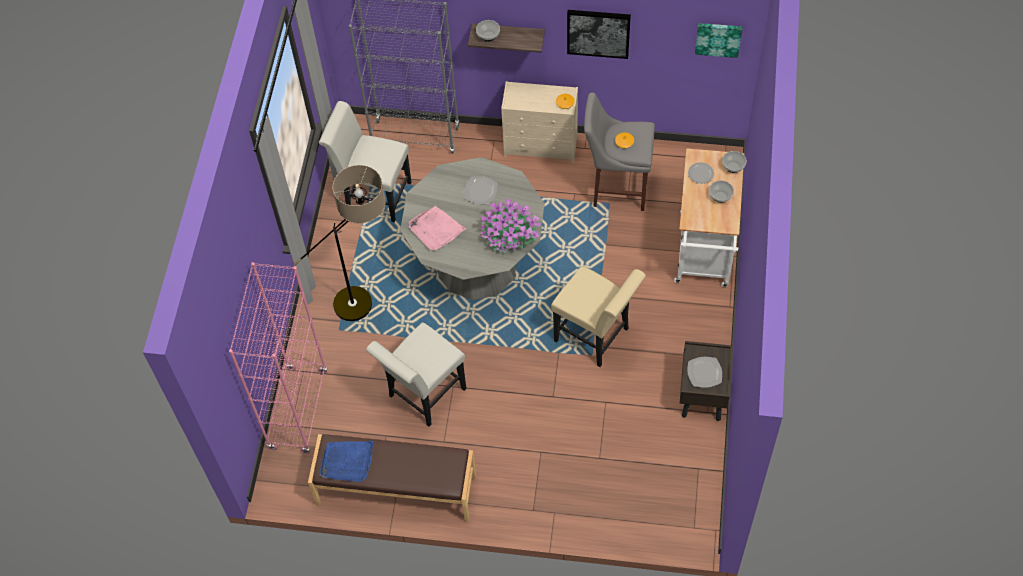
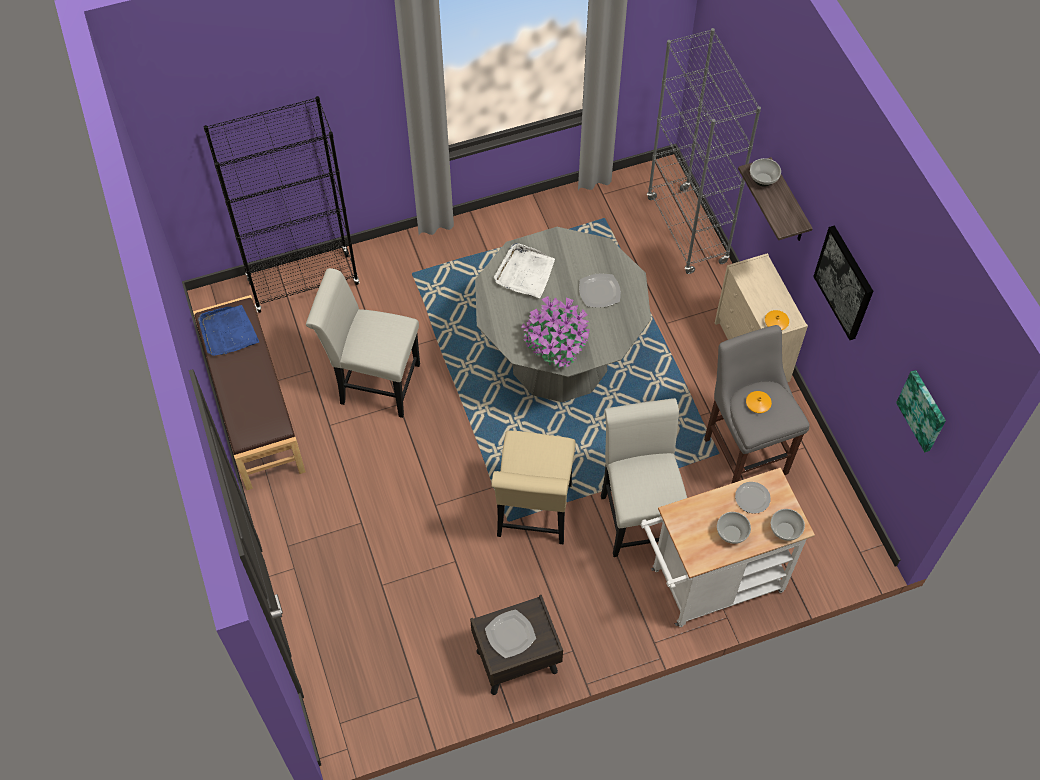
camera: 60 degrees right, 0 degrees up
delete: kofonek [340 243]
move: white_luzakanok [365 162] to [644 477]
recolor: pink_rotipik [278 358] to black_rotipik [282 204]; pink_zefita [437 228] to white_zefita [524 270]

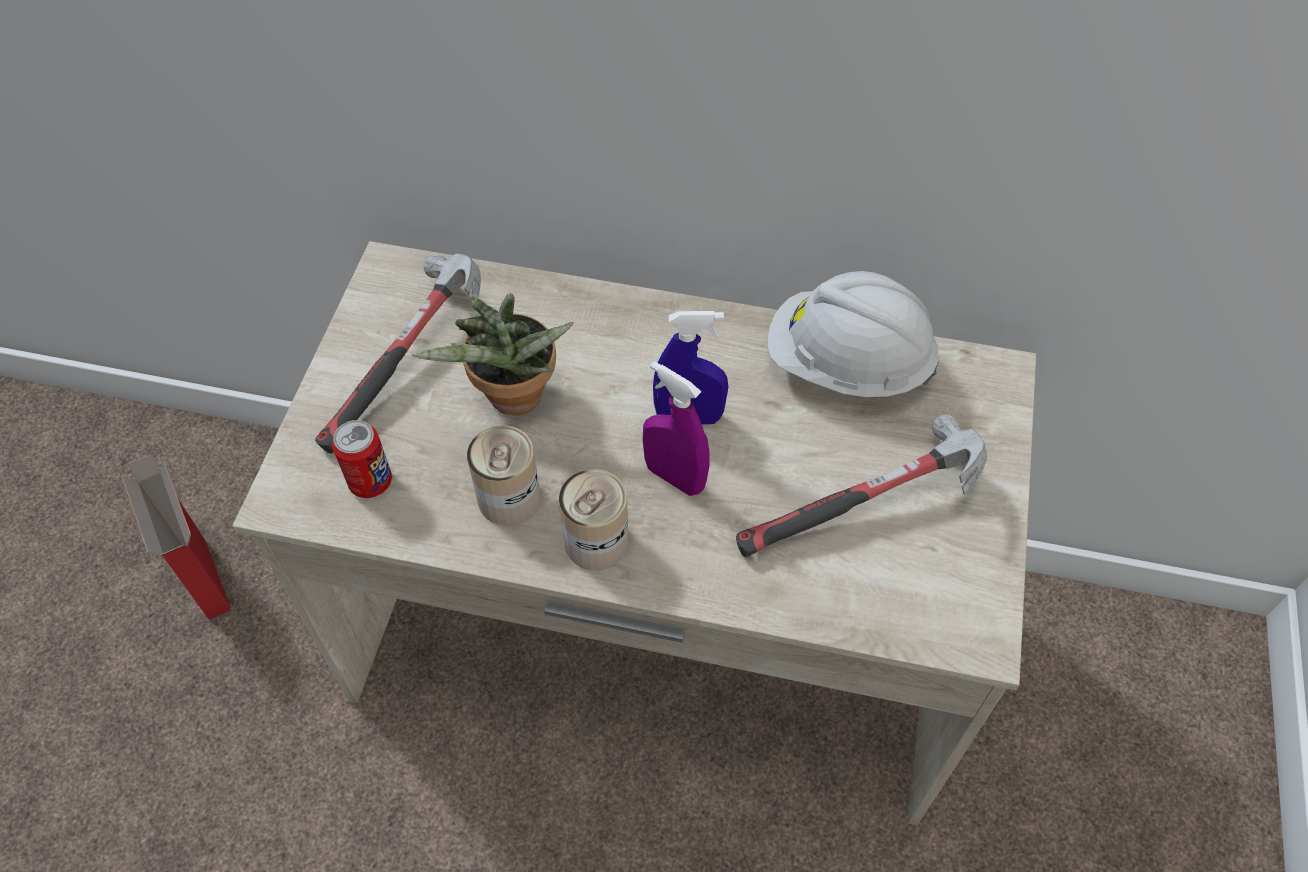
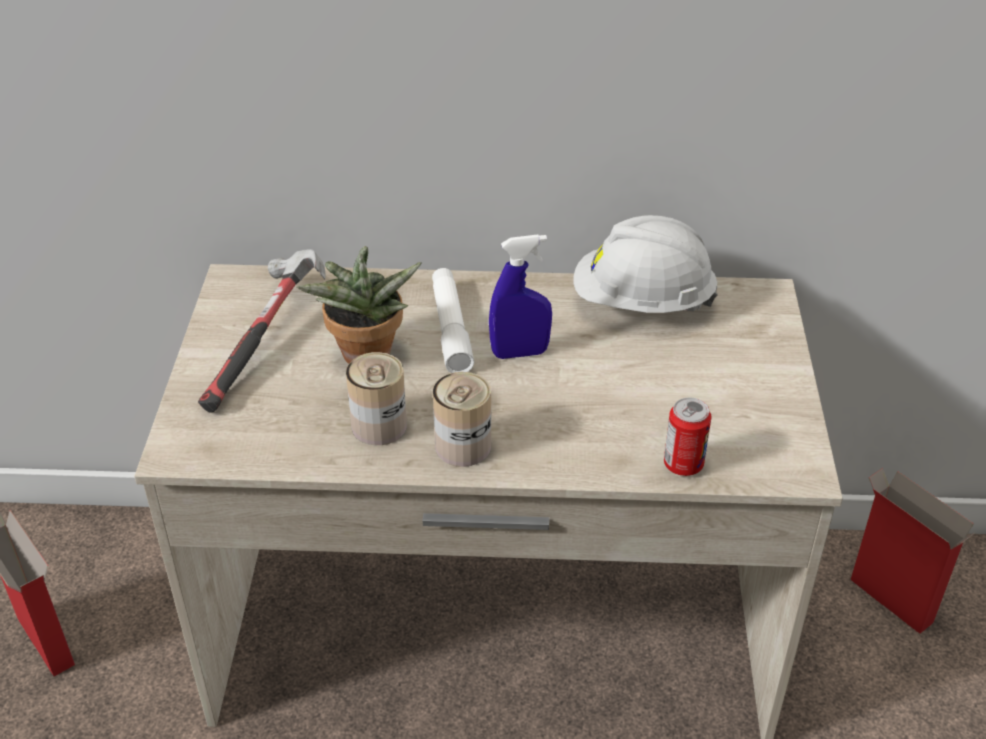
camera: 10 degrees left, 15 degrees down
delete: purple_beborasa [676 428]; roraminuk [861 485]
insert: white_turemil [453 320]; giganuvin [913 551]
move: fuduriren [362 459] to [687 437]

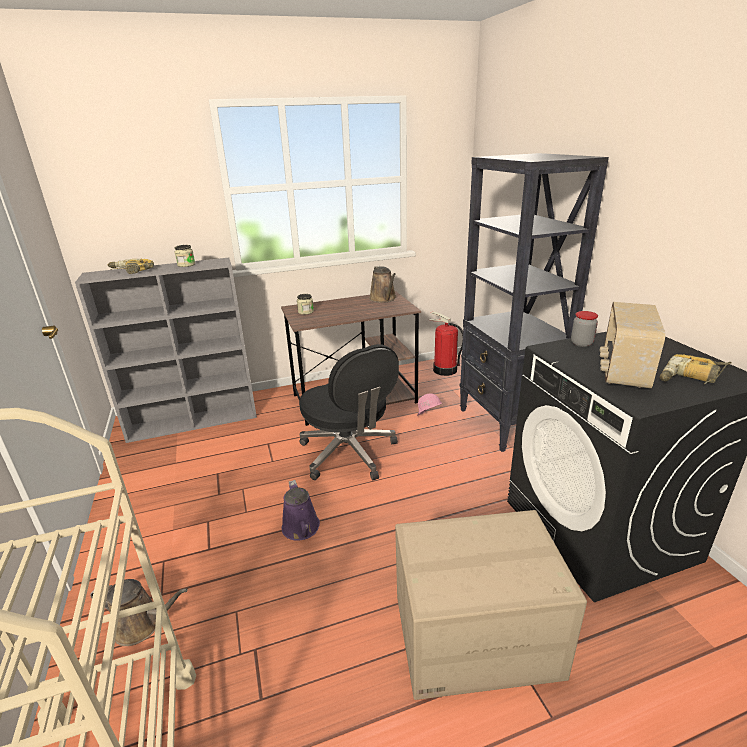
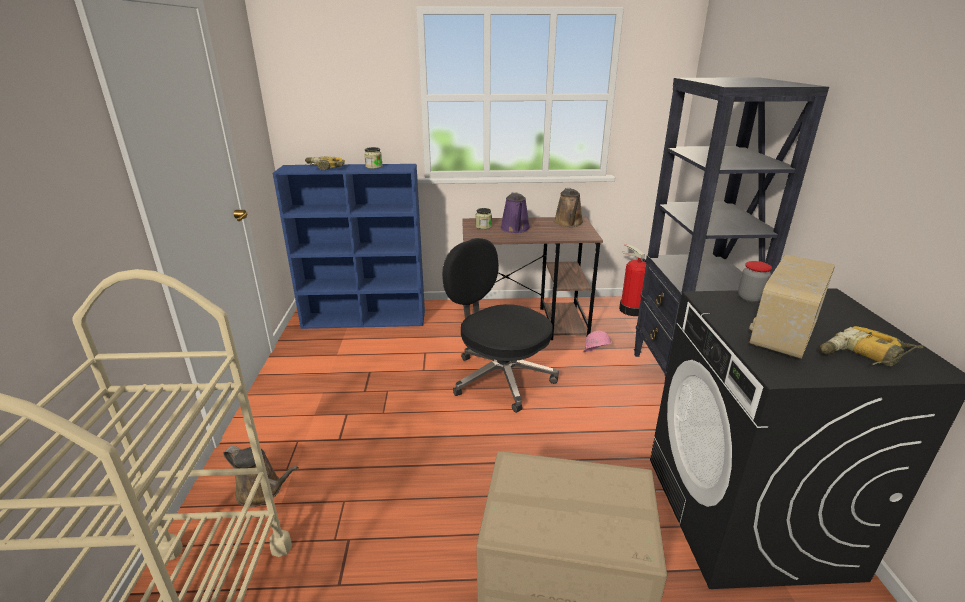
camera: 15 degrees right, 0 degrees up
move: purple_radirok [301 510] to [515 212]
recolor: grey_rotipik [166 350] to blue_rotipik [349 246]
rotate: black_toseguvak [349 412] = [500 325] 150 degrees clockwise

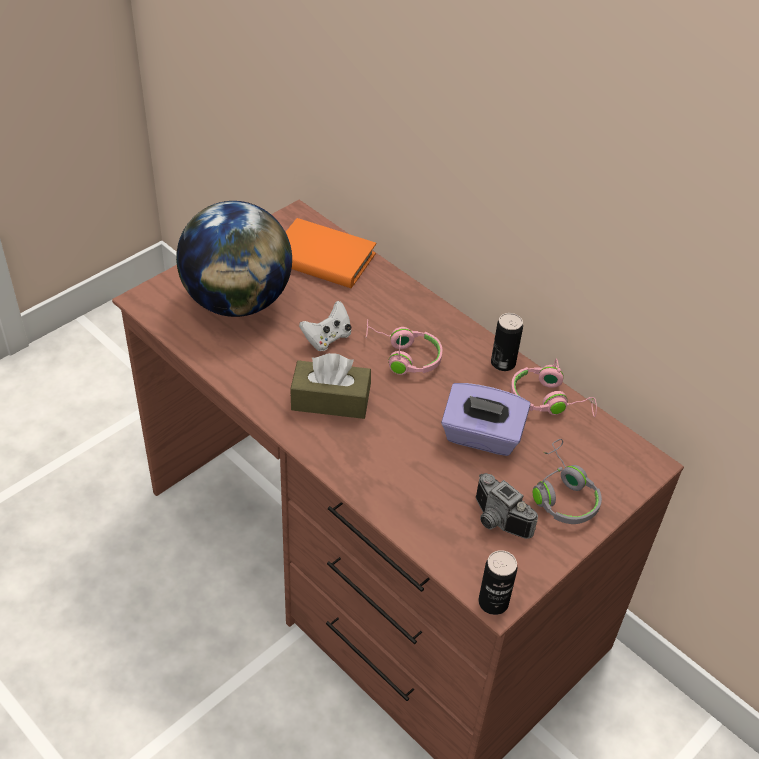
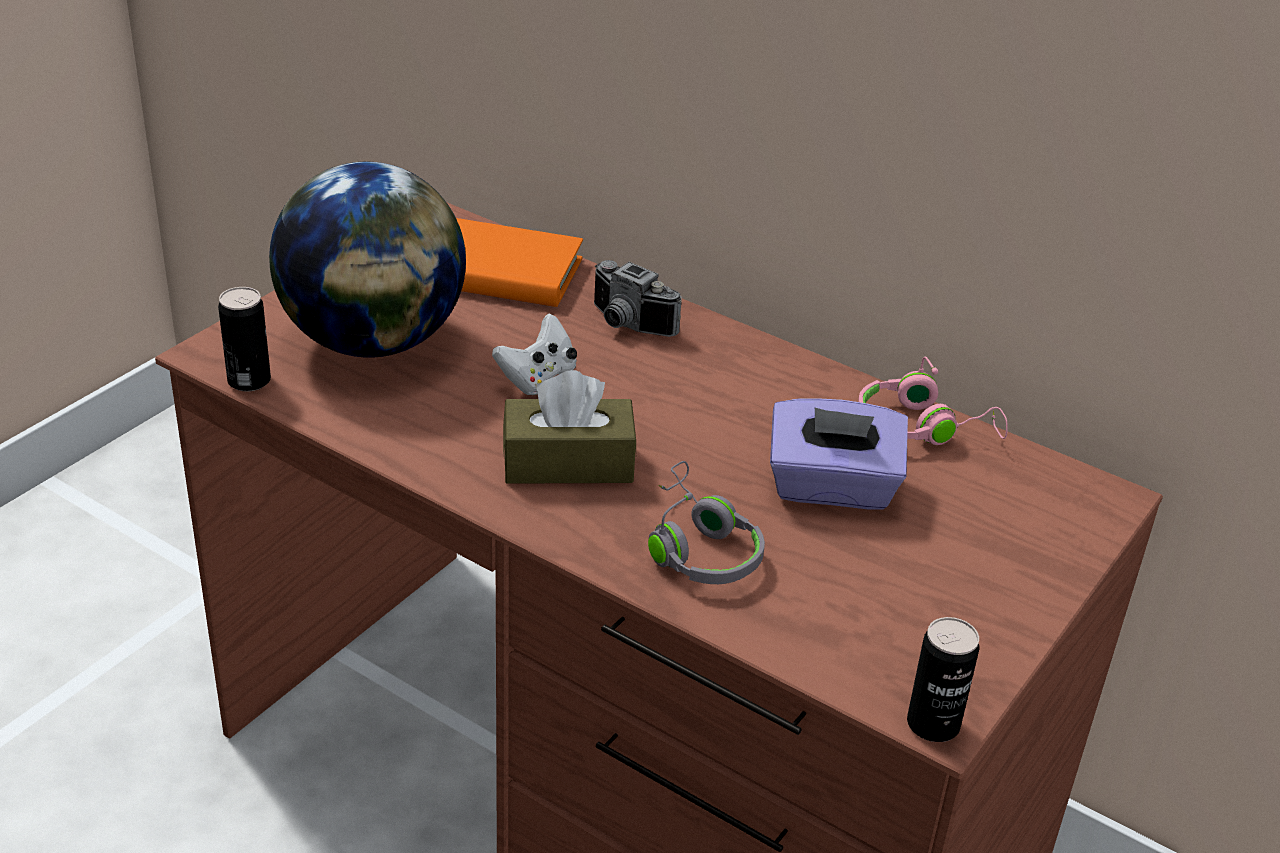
camera: 10 degrees left, 10 degrees down
delete: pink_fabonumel [403 347]
move: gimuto [507 506] to [638 298]; fuduriren [507 342] to [244 339]; grey_fabonumel [567 481] to [706 522]

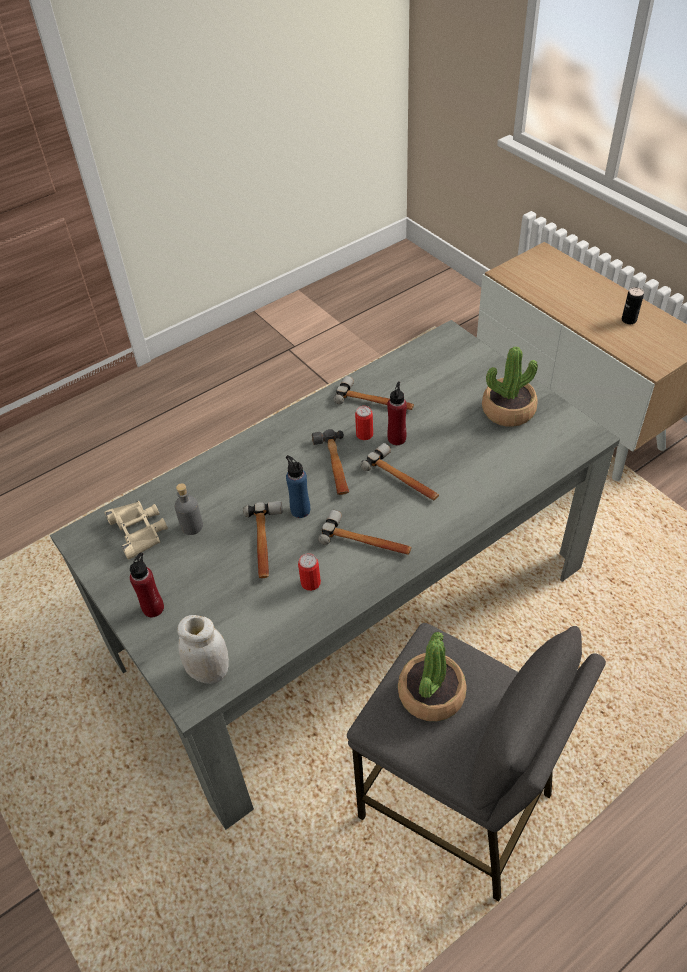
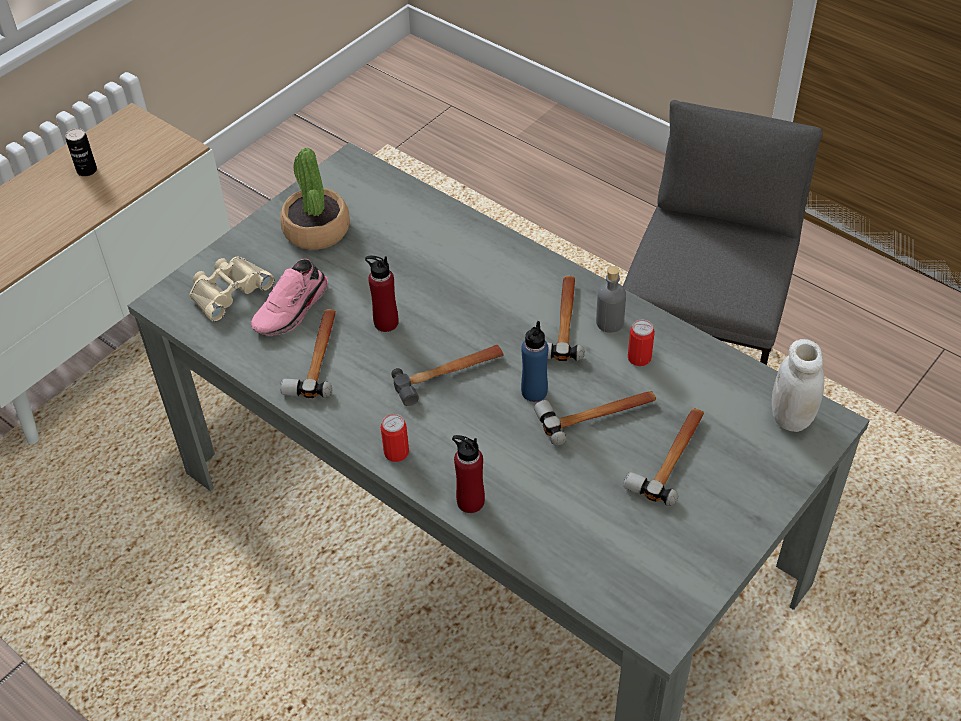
camera: 105 degrees left, 0 degrees up
delete: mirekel [432 676]
insert: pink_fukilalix [289 297]
move: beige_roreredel [136 530] to [232 289]; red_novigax [147 585] to [468 474]; grey_novigax [189 509] to [611 299]; fuduriren [364 423] to [395 438]; roraminuk [399 471] to [663 457]

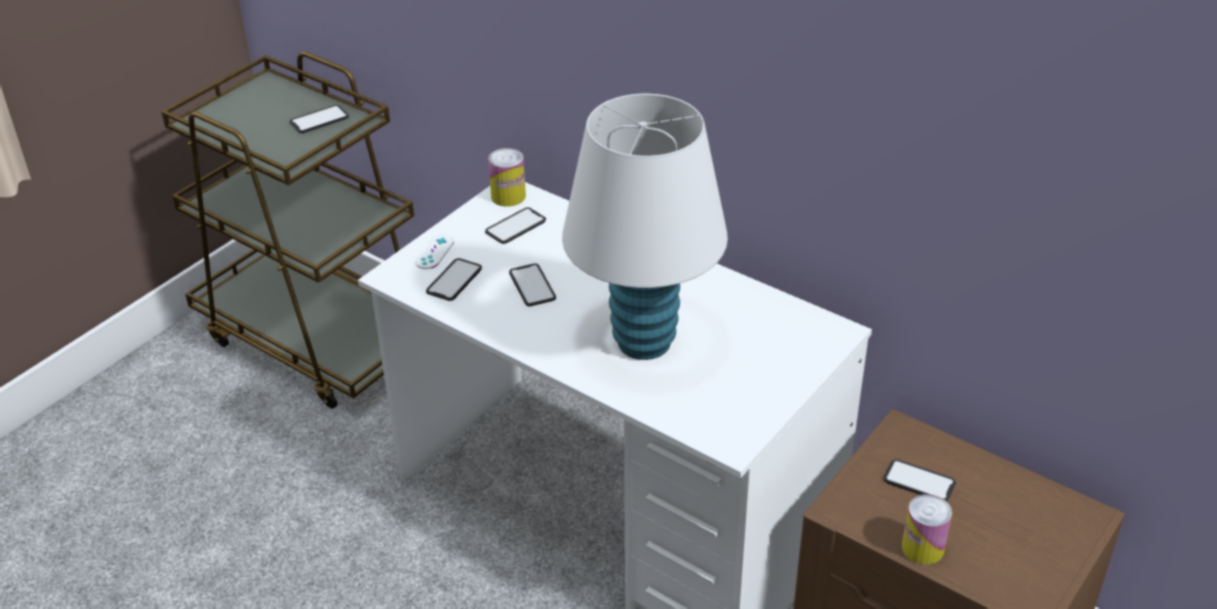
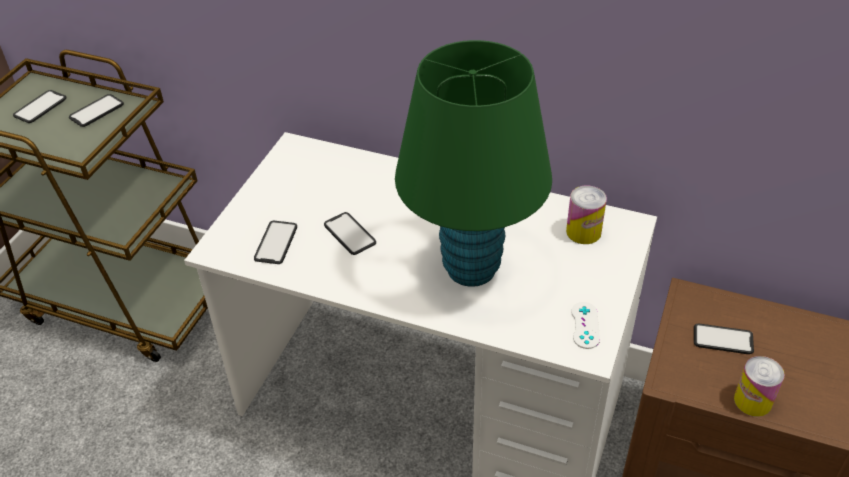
camera: 15 degrees left, 5 degrees up
move: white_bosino [434 252] to [585 325]; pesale [515 225] to [39 106]; fuduriren [507 177] to [586 215]
recolor: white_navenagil [645 227] to green_navenagil [473 163]

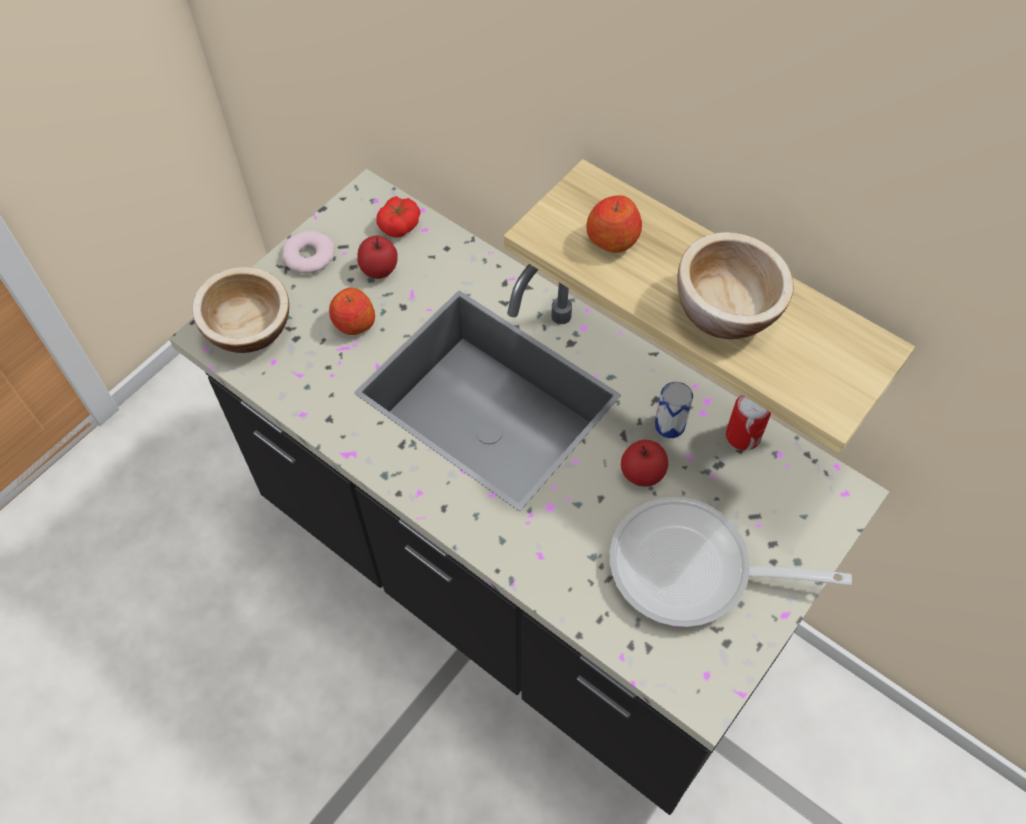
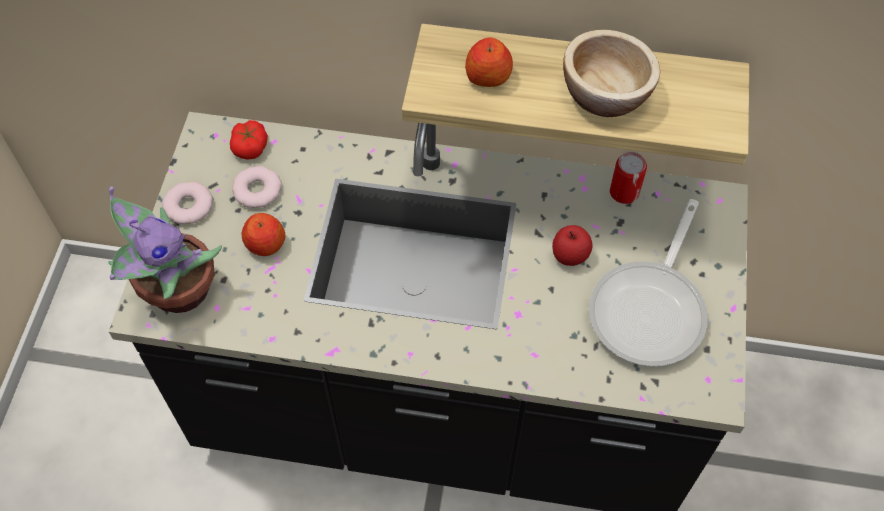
camera: 30 degrees left, 0 degrees up
delete: fuduriren [673 410]
replace: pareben [240 310] to mirekel [165 250]; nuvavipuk [377 257] to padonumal [257 187]
rotate: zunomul [731 562] = [648 282] 45 degrees counterclockwise

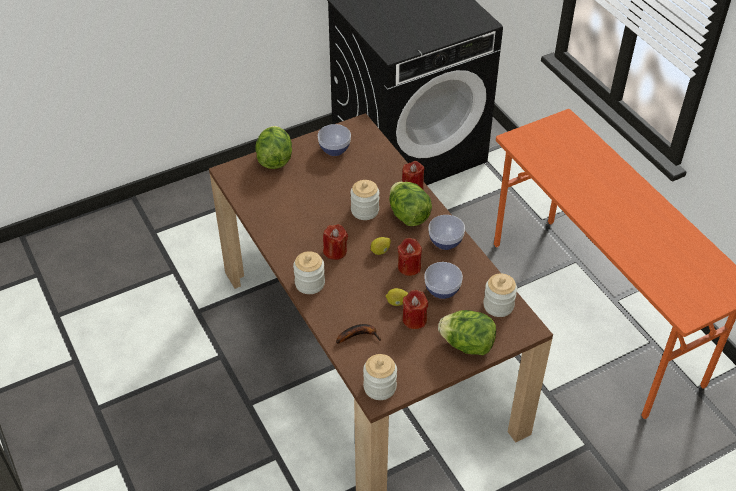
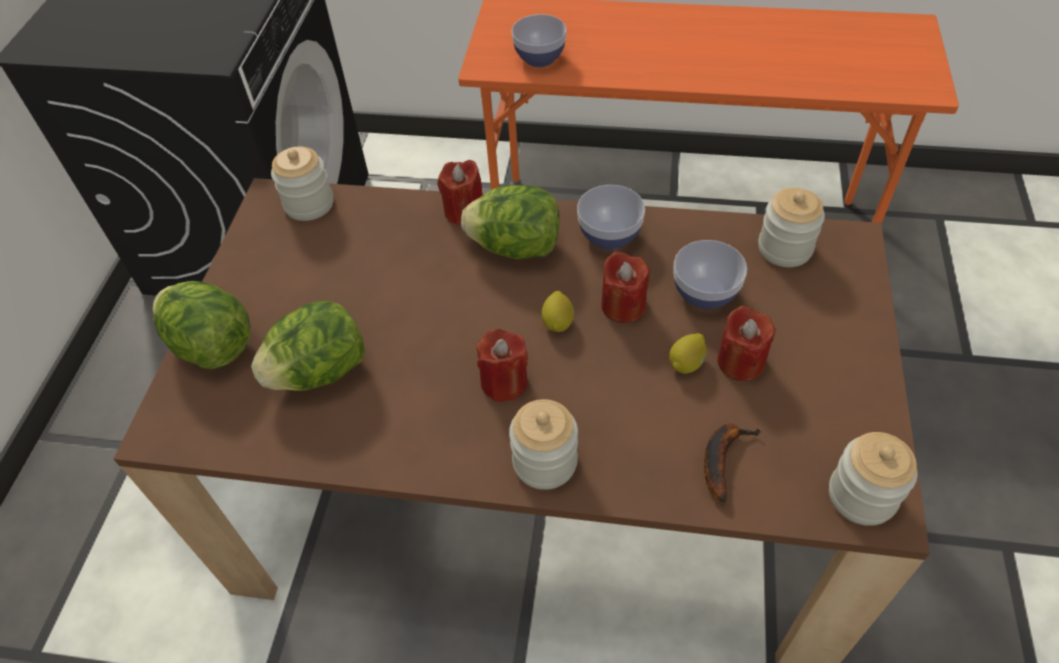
camera: 50 degrees left, 5 degrees up
move: pareben [334 140] to [539 40]; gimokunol [365 200] to [302 184]; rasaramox [467 332] to [308 346]

